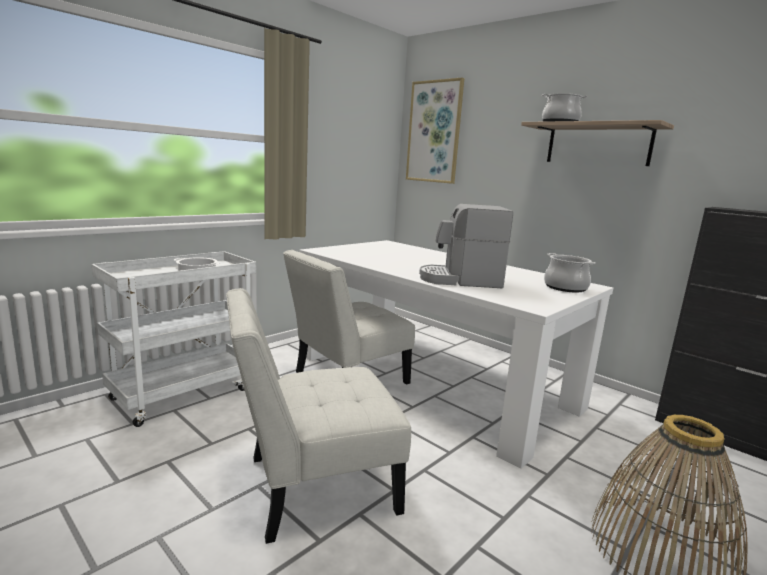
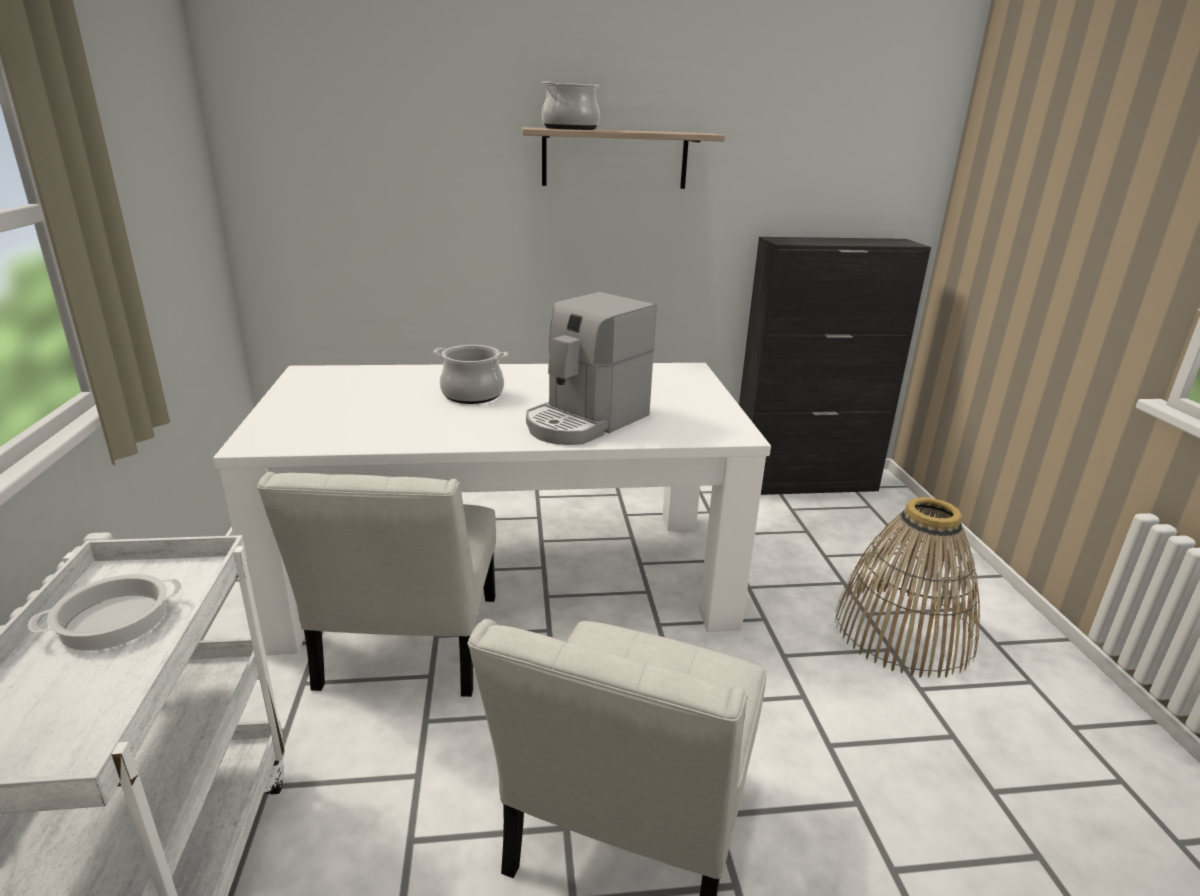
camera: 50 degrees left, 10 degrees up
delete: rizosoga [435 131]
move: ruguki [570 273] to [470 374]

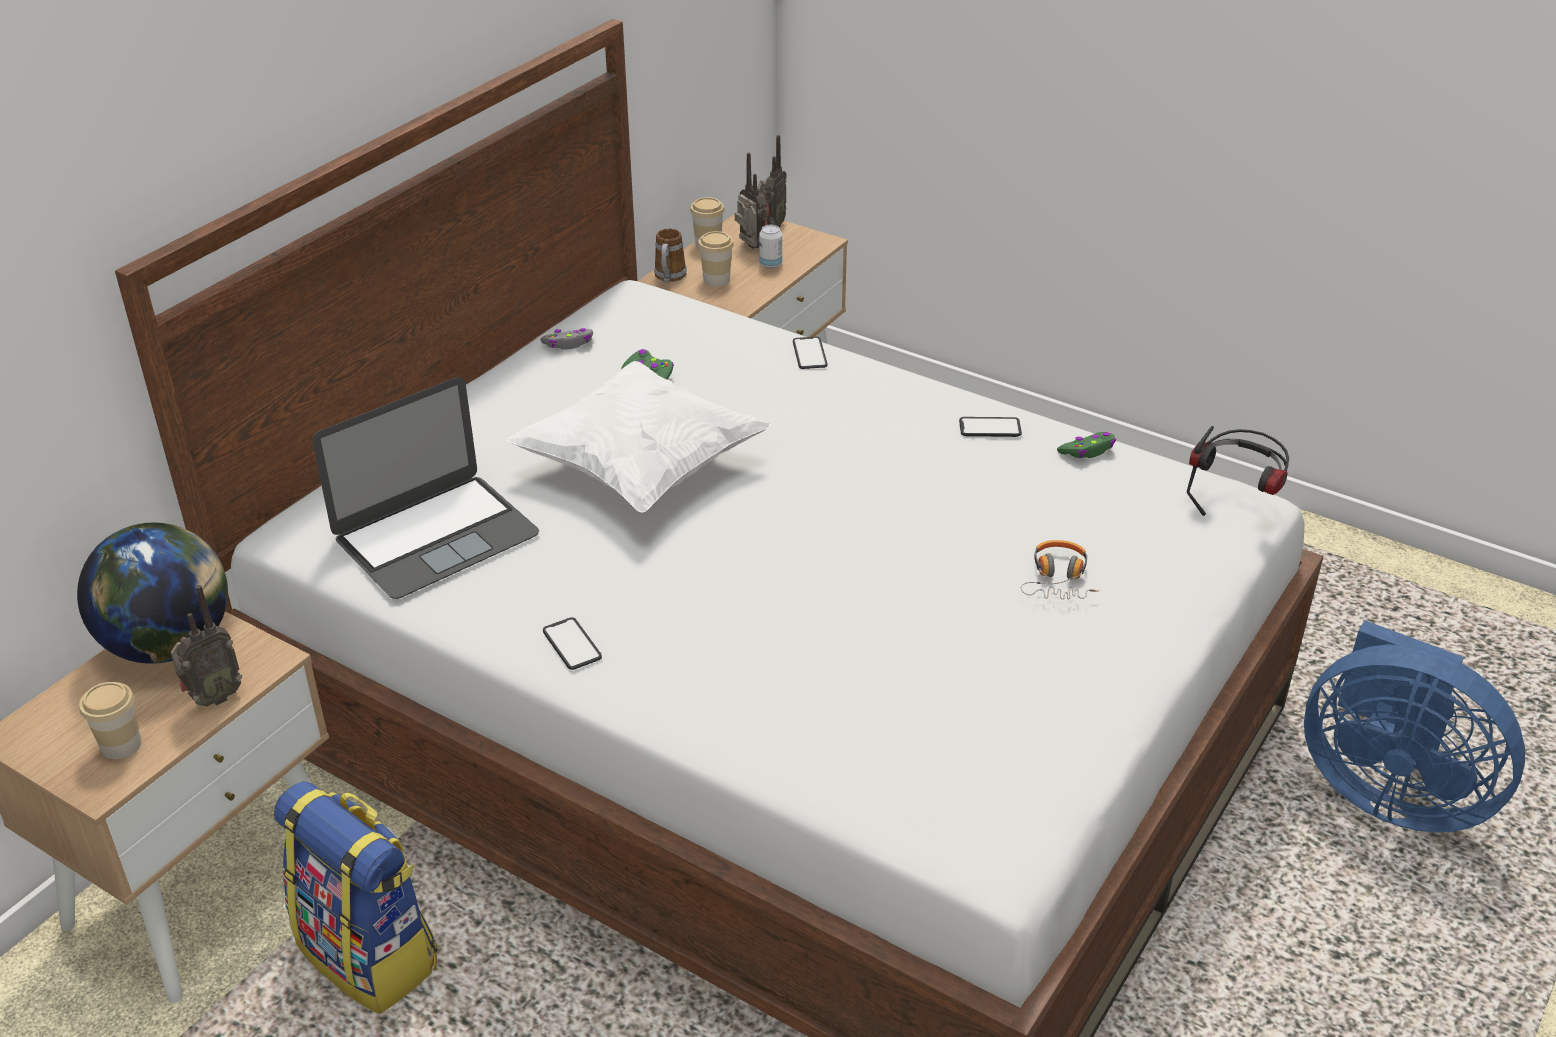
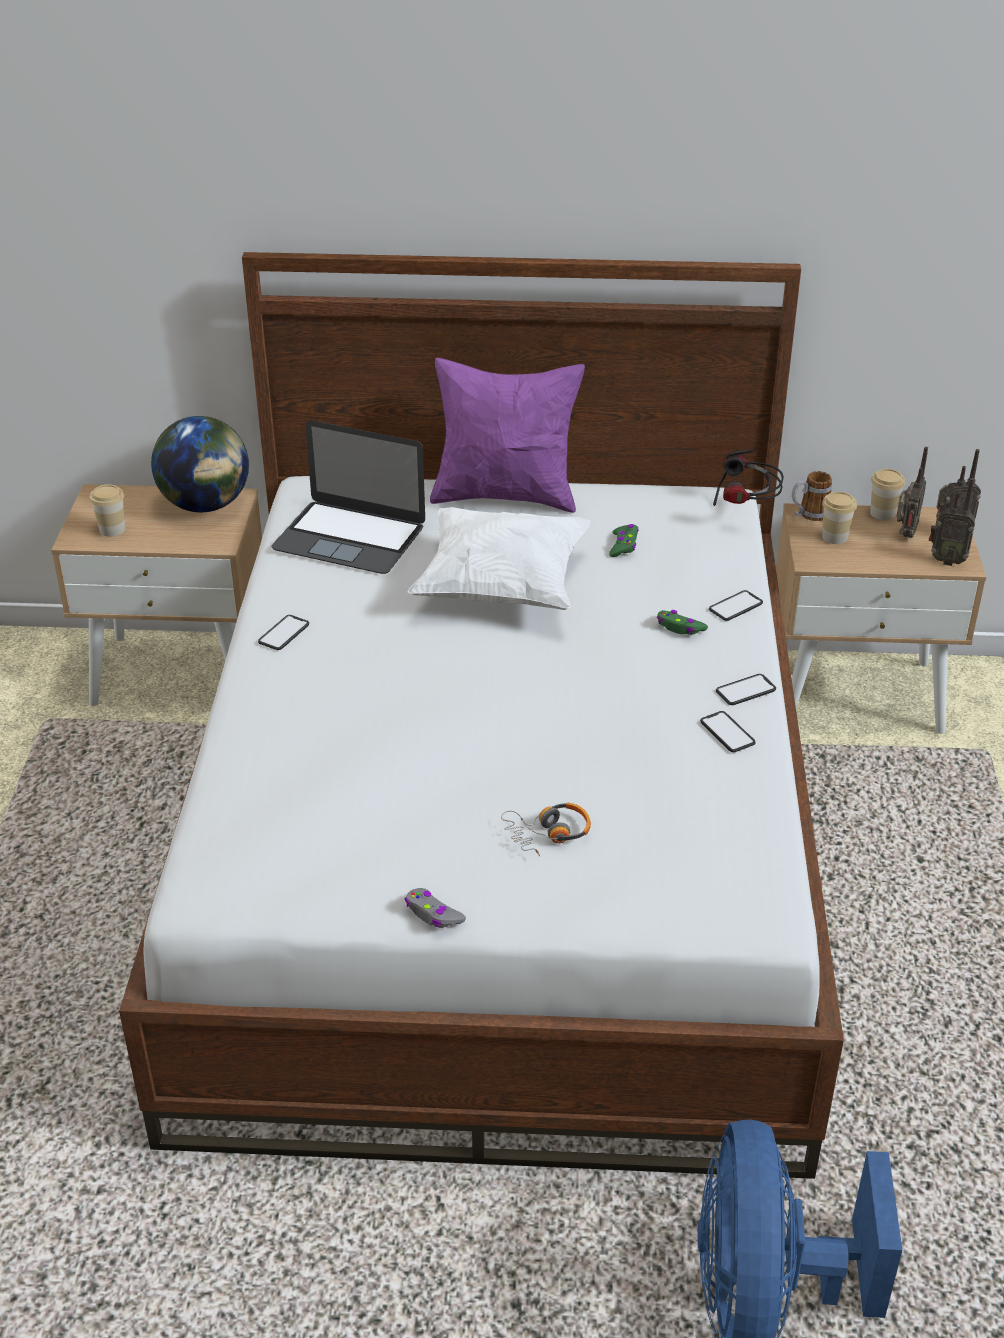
camera: 60 degrees right, 0 degrees up
delete: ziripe [356 897]; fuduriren [770 247]
insert: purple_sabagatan [507 435]; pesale [746 689]
move: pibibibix [206 645] to [952 522]; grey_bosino [567 339] to [435 908]; green_bosino [1086 445] to [682 622]; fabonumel [1238 471] to [748 478]

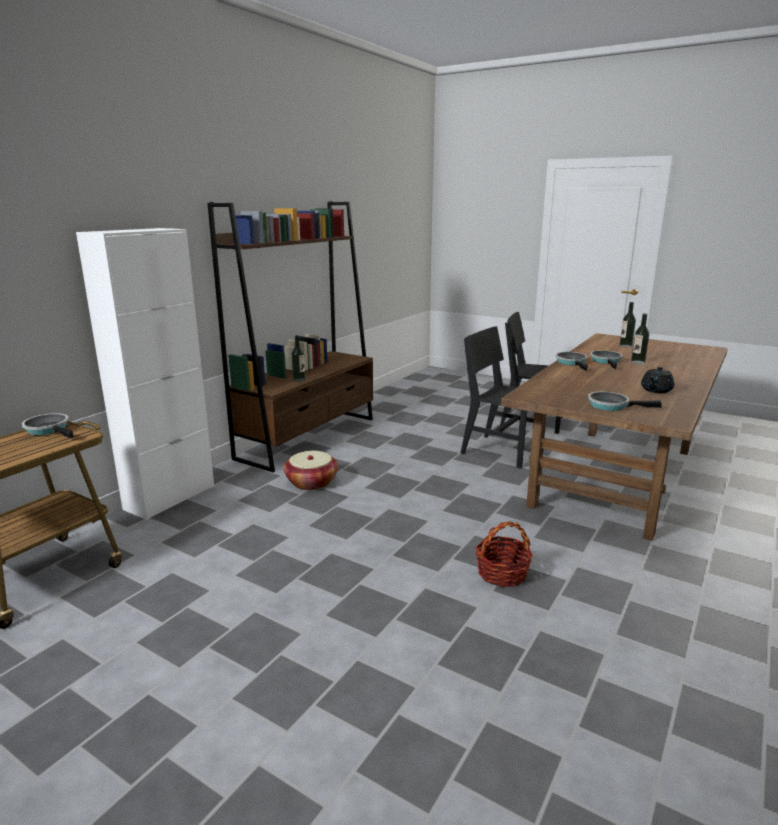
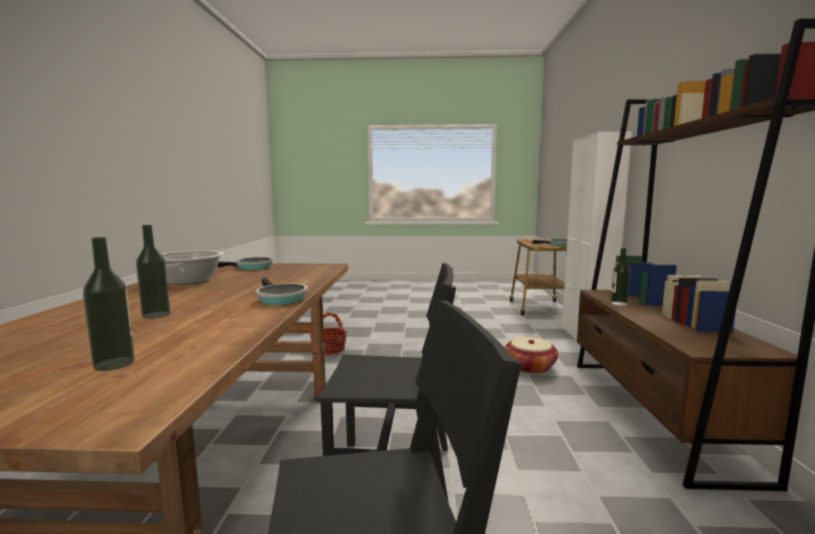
camera: 150 degrees right, 10 degrees down
delete: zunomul [606 359]
replace: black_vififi [657 380] to ruguki [192 268]

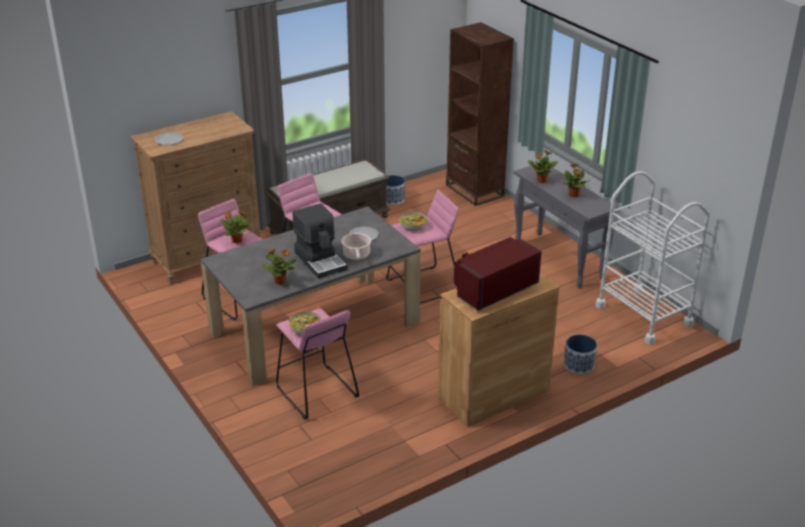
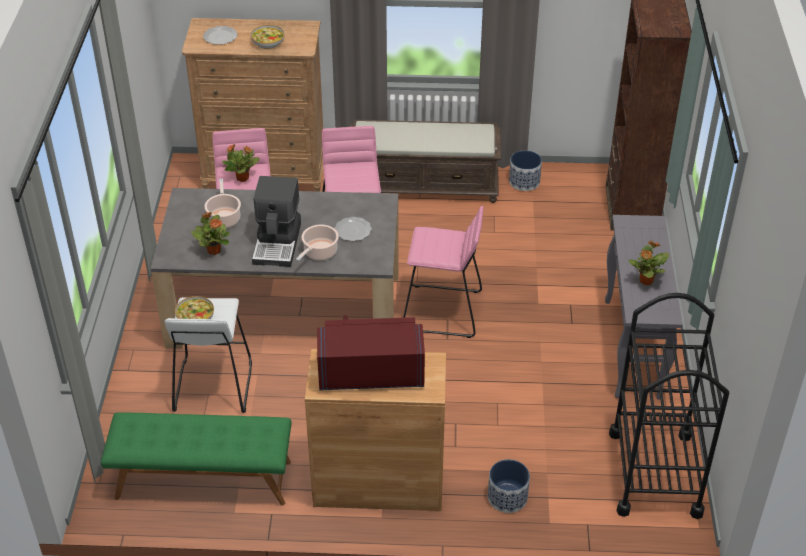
camera: 35 degrees right, 10 degrees up
delete: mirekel [543 166]
insert: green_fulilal [196 459]; ruguki [222 203]
move: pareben [413 221] to [268 37]
recolor: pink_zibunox [317 363] to white_zibunox [208 355]; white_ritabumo [652 258] to black_ritabumo [669 406]

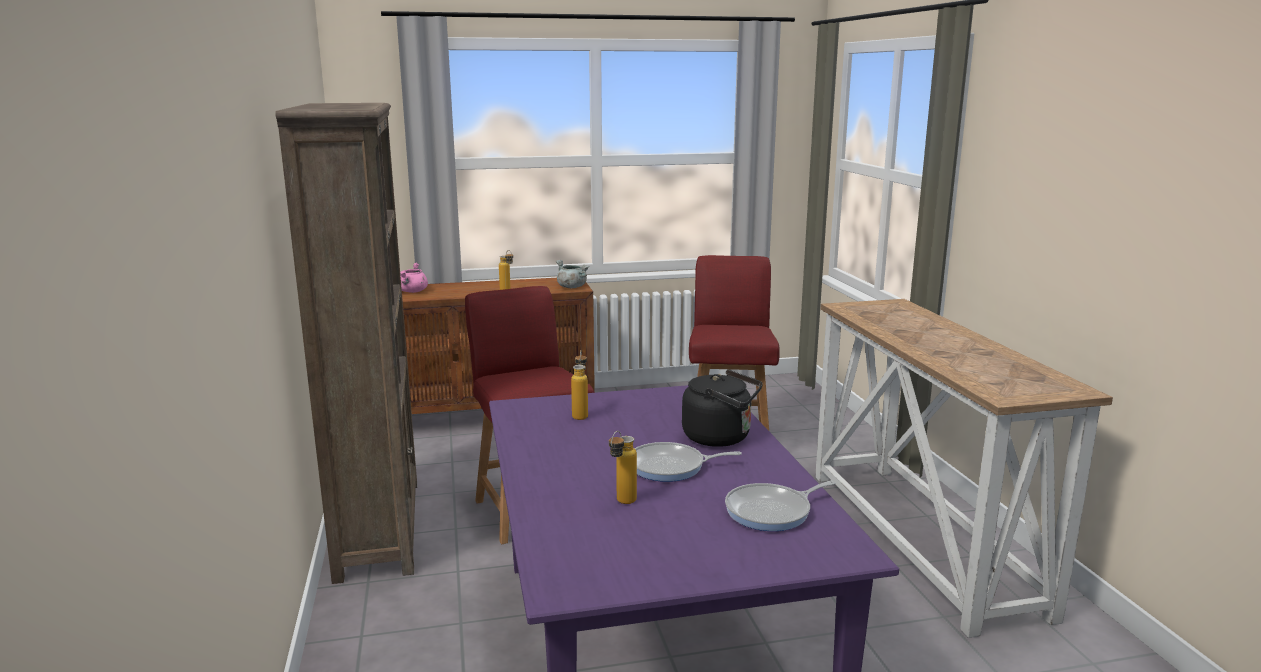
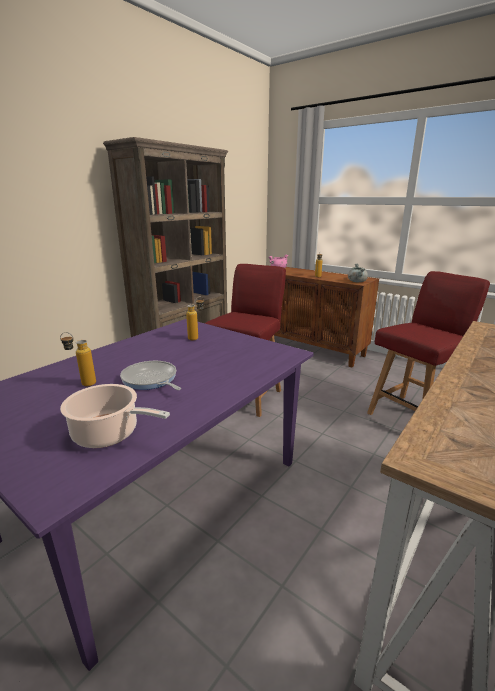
camera: 50 degrees right, 5 degrees up
delete: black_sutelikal [722 408]
replace: zunomul [780 505] to ruguki [115 416]

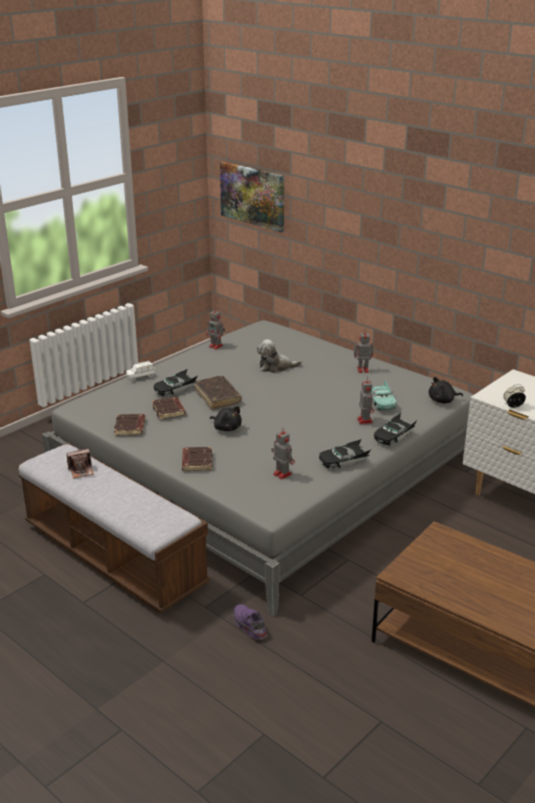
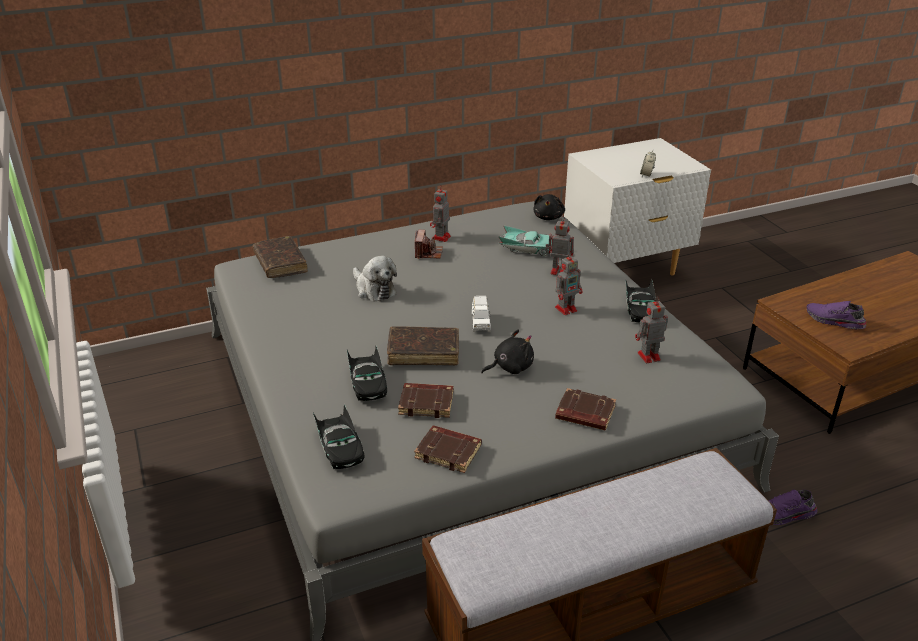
camera: 65 degrees left, 5 degrees up
delete: rizosoga [252 196]
insert: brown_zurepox [280 257]; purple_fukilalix [836 315]
move: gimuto [80 463] to [429 244]; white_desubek [140 371] to [481 314]; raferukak [215 328] to [569 283]; black_desubek [396 429] to [339 436]
rotate: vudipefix [279 356] = [375 279] 60 degrees counterclockwise

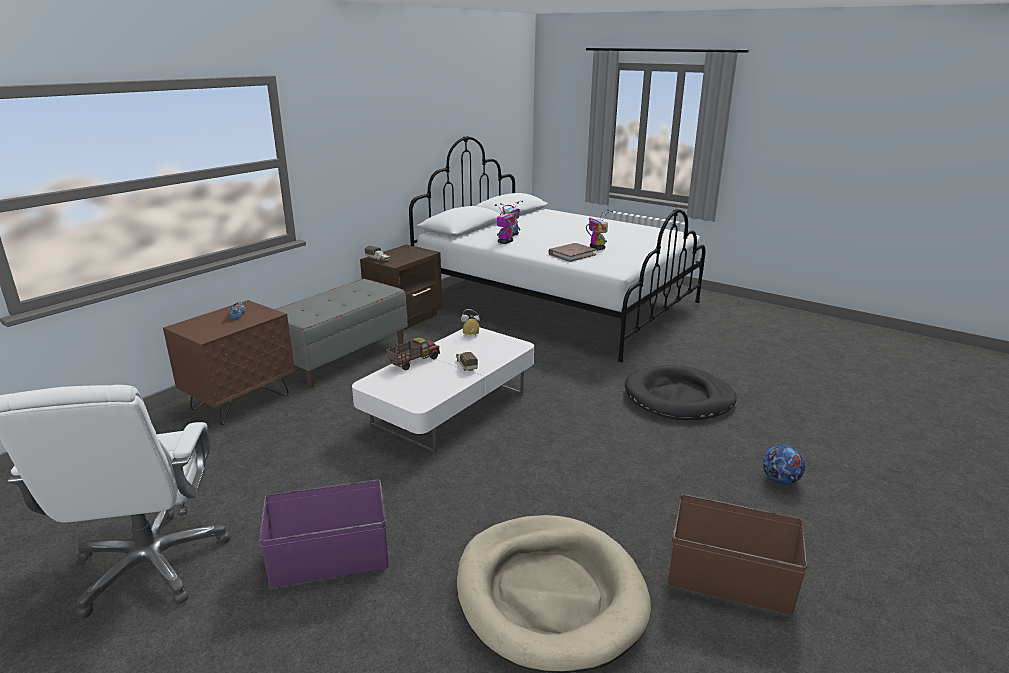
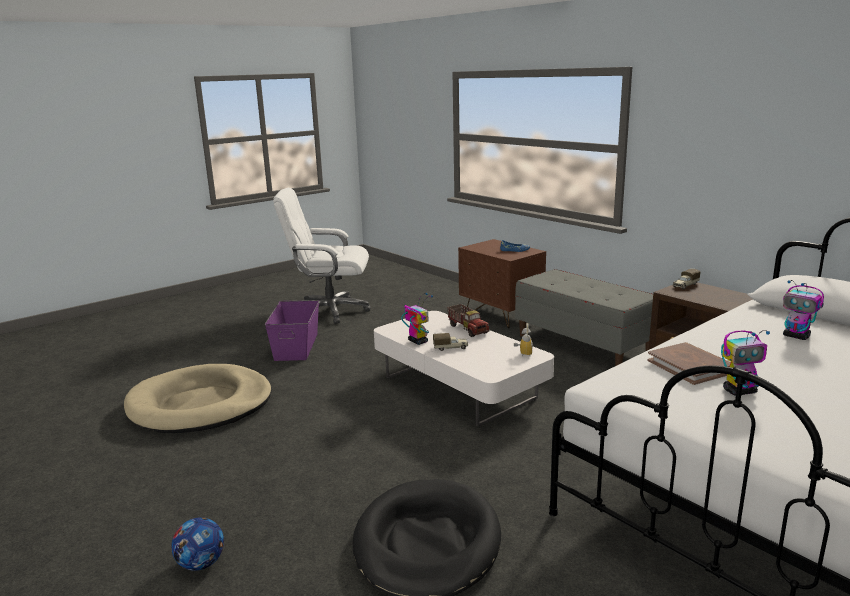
camera: 105 degrees right, 5 degrees down
delete: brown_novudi [738 554]
move: raferukak [506 223] to [417 319]

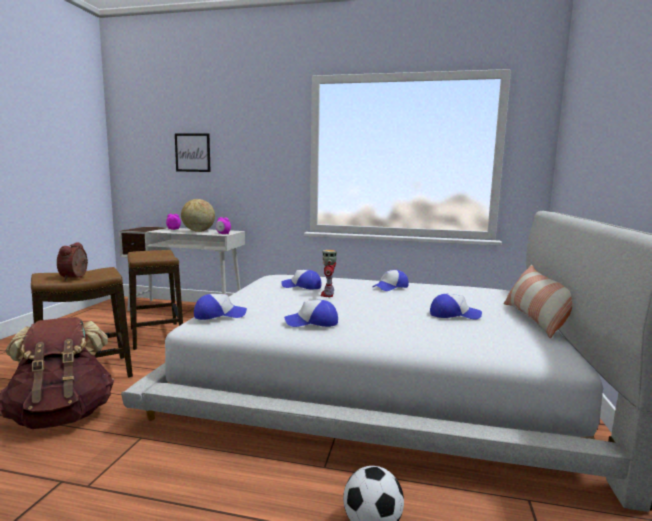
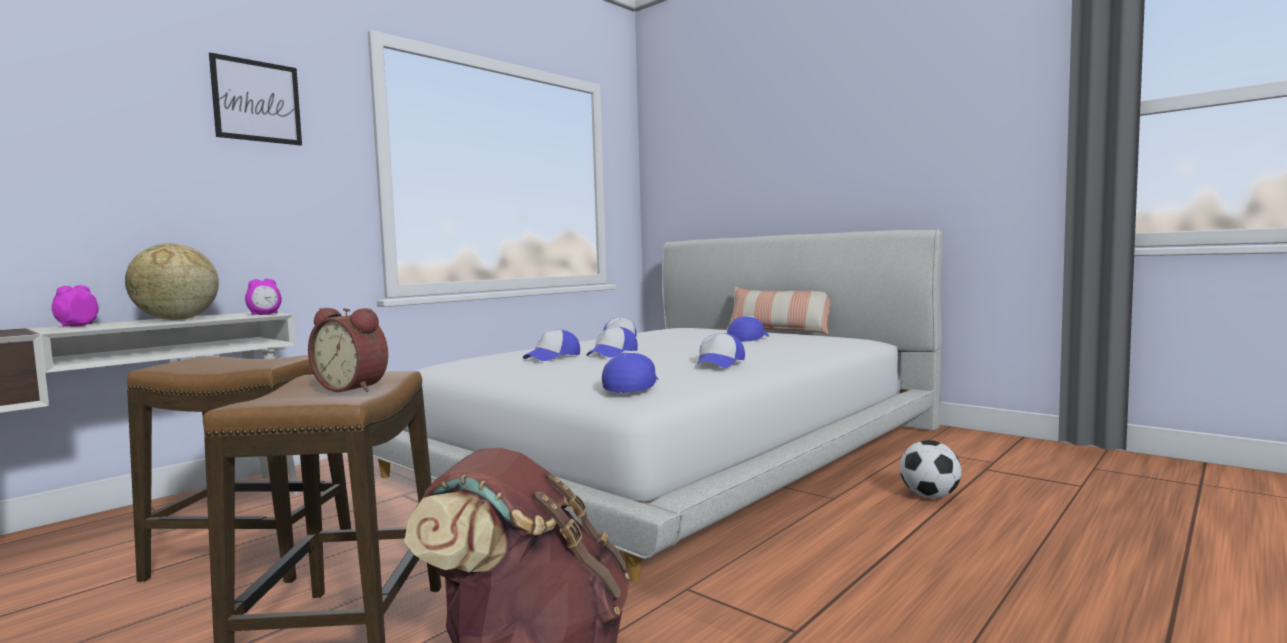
camera: 60 degrees left, 5 degrees down
move: rizosoga [193 152] to [255 99]
replace: raferukak [328 273] to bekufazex [612 342]

